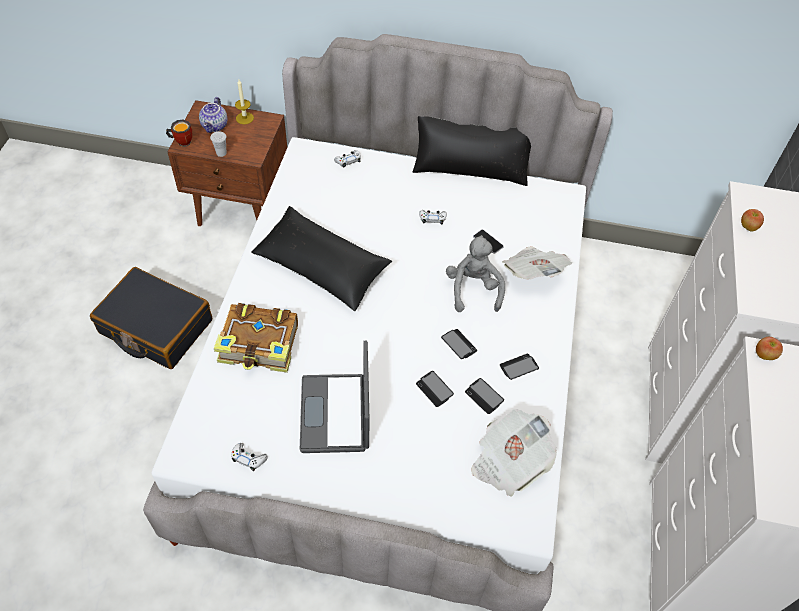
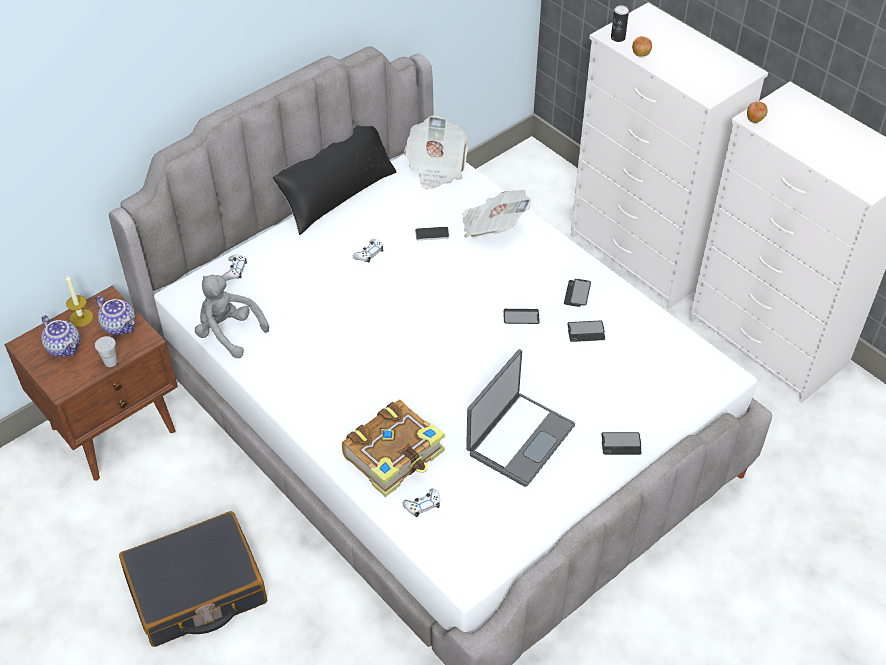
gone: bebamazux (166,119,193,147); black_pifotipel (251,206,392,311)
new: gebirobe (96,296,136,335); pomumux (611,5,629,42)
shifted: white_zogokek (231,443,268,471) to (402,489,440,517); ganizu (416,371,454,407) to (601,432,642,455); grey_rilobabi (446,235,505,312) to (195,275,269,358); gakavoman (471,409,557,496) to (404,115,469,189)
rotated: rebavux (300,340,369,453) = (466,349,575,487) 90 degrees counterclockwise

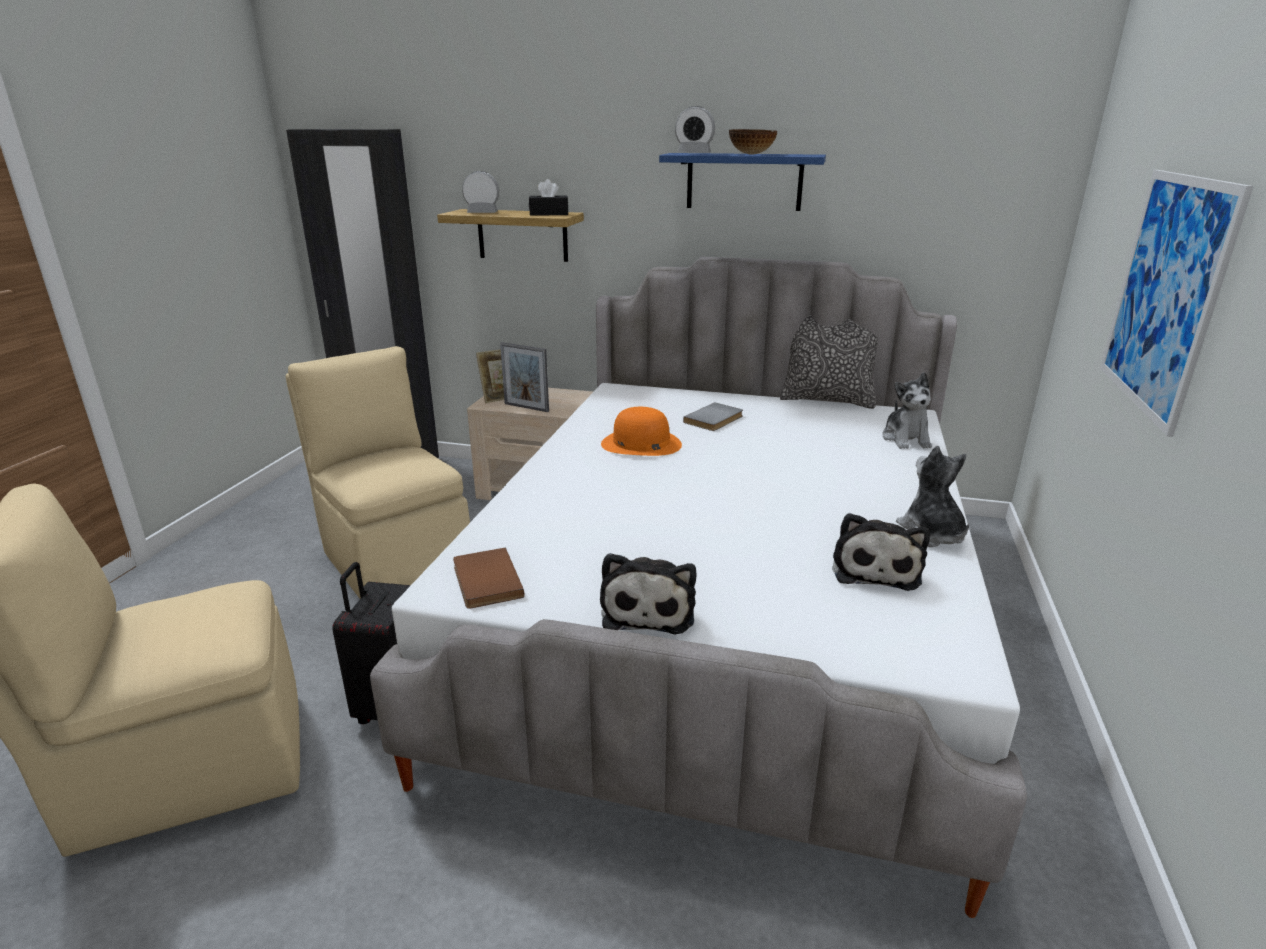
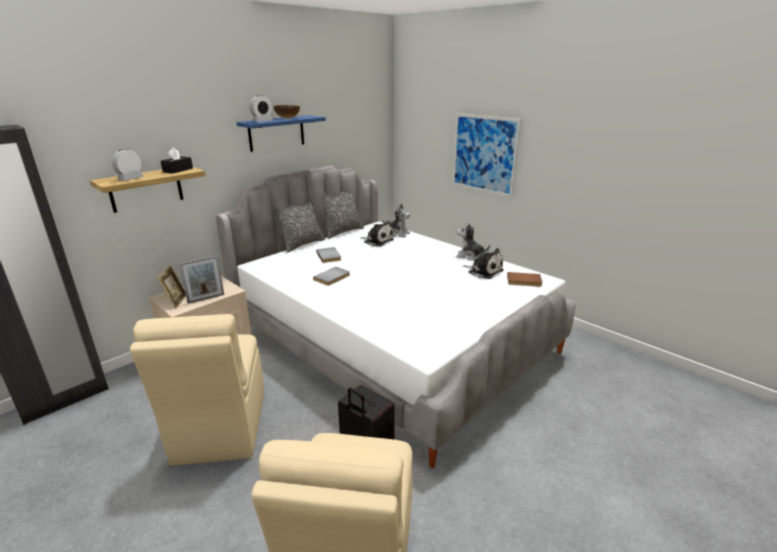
new: pifotipel (273,198,325,253)
shifted: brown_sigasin (453,548,524,609) to (507,272,543,287); rilobabi (600,553,696,634) to (361,221,394,246)
swapped: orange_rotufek (601,407,682,456) to grey_sigasin (313,267,350,286)
rotated: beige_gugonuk (285,346,470,599) = (130,314,264,466) 90 degrees counterclockwise

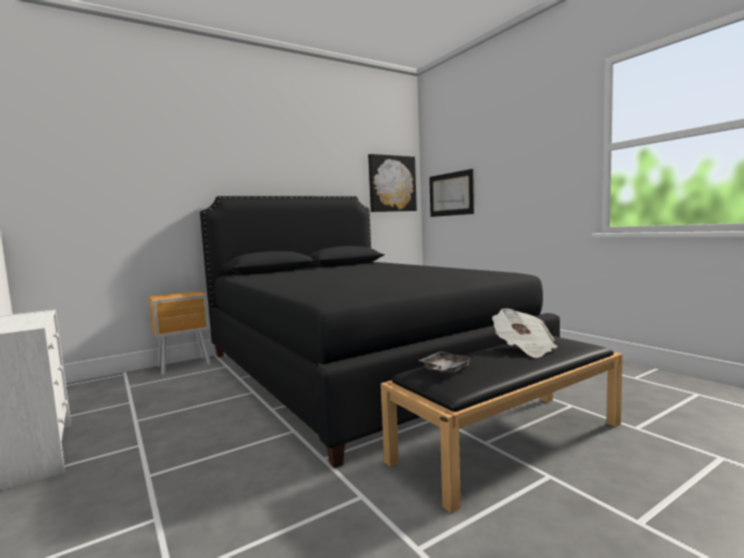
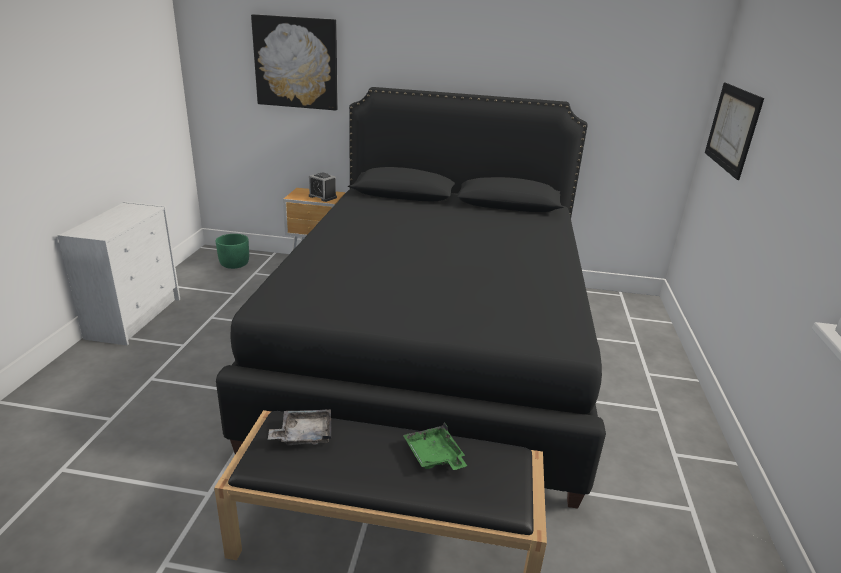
new: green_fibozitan (215,234,249,269); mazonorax (309,173,337,202)
shifted: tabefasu (368,154,417,212) to (251,14,338,110)
swapped: gakavoman (492,309,558,358) to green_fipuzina (403,422,467,470)

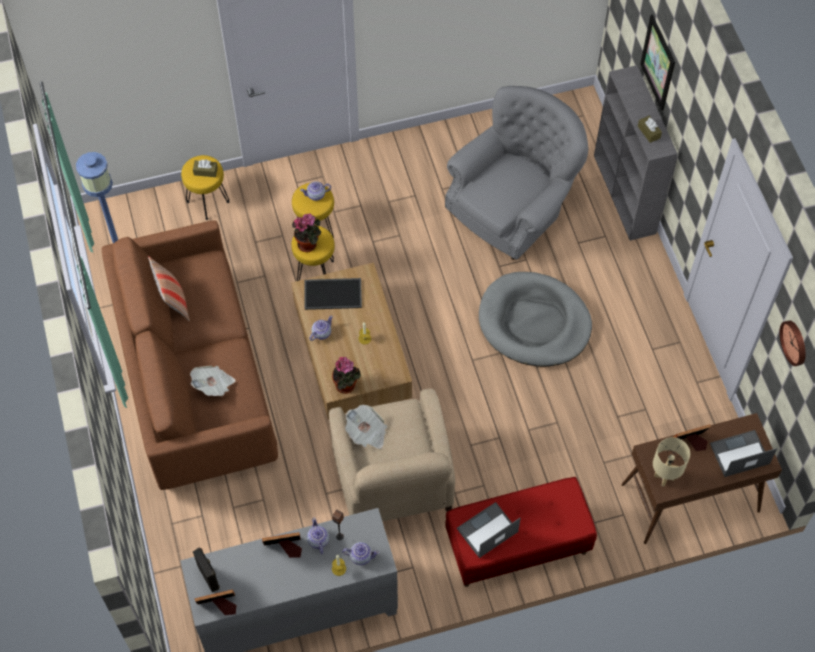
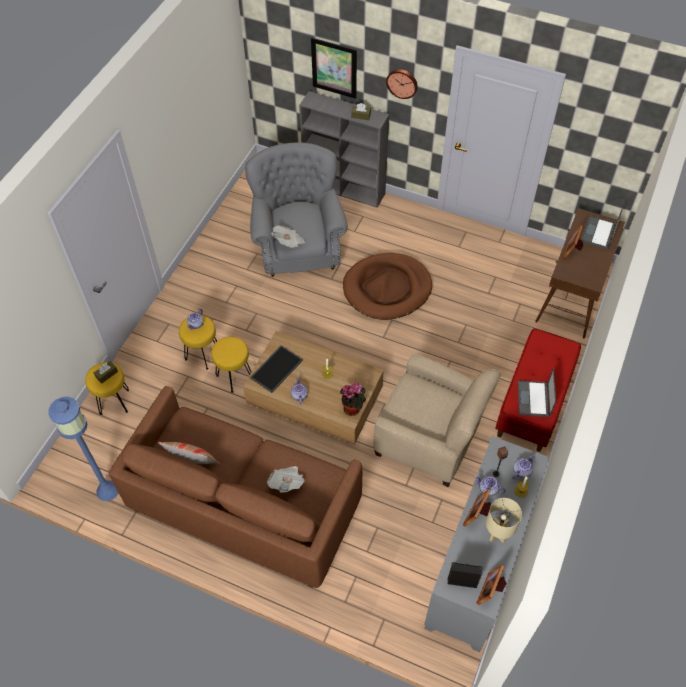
gone: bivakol (292,214,321,252)
shifted: gakavoman (345,405,387,449) to (271,225,305,248); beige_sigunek (653,437,690,487) to (486,498,522,543); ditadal (779,320,806,366) to (386,69,418,99)
repainted: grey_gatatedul (479,272,592,367) to brown_gatatedul (343,253,432,320)

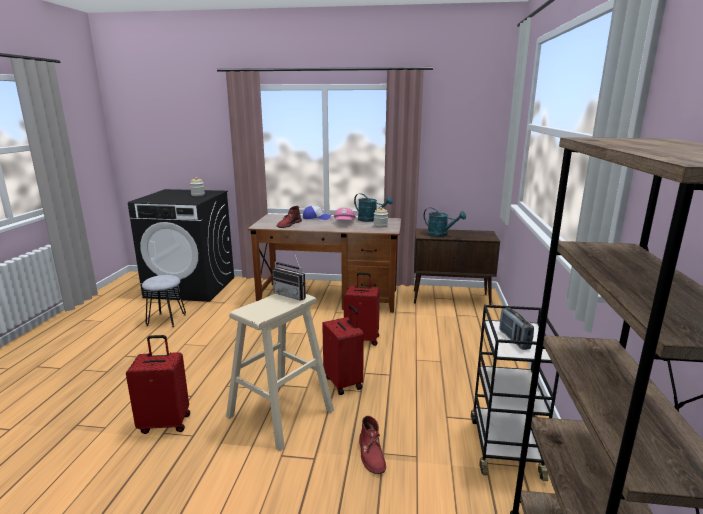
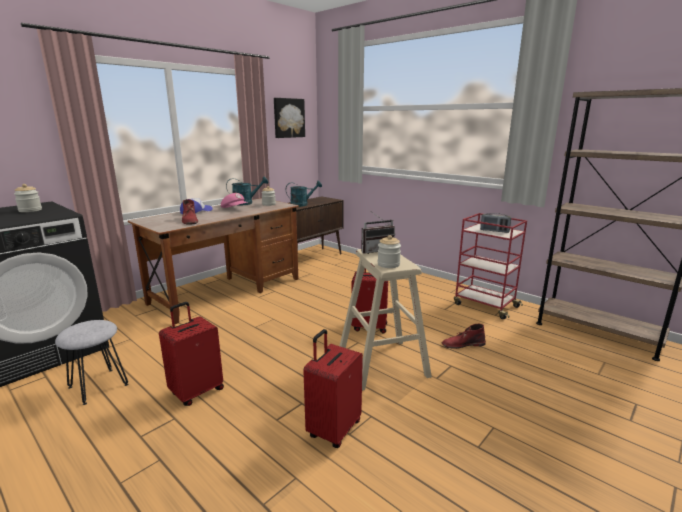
new: tabefasu (274,98,305,138); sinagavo (378,235,401,268)
shifted: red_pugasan (344,272,380,346) to (159,302,224,406)
repainted: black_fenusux (471,305,559,481) to red_fenusux (454,213,527,319)
rotated: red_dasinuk (359,416,386,474) = (442,323,486,349) 150 degrees clockwise

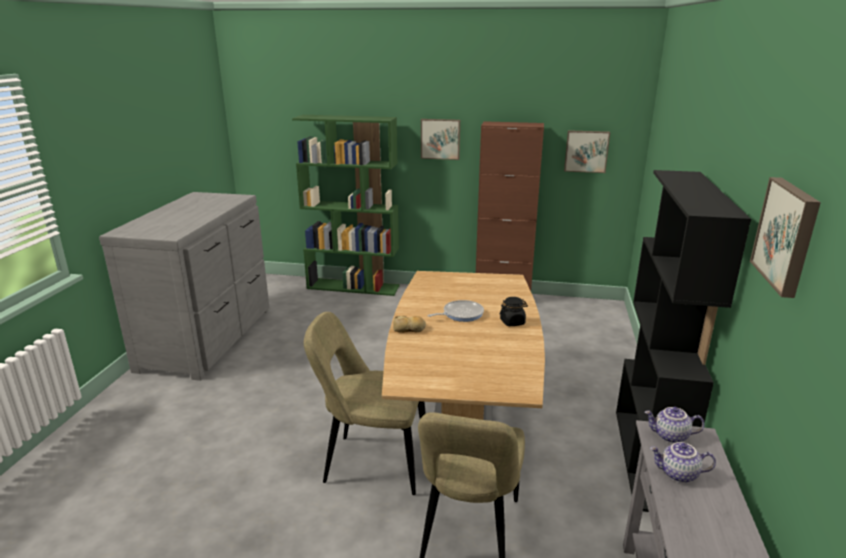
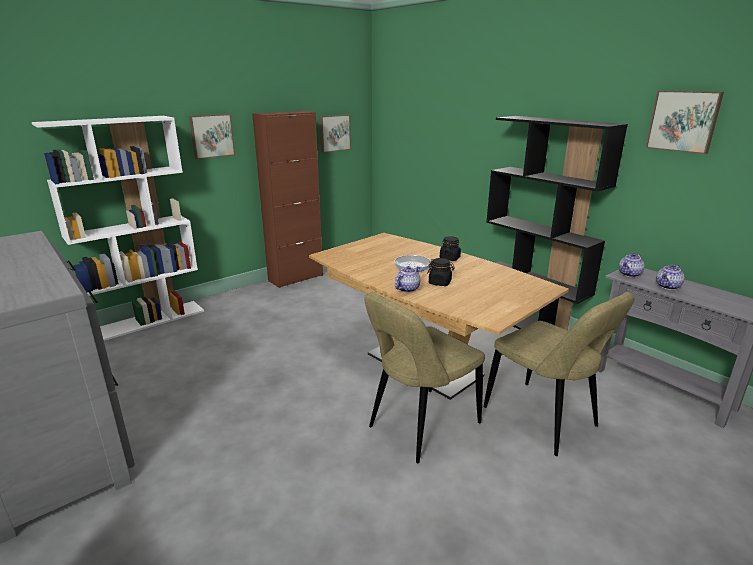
new: black_sinagavo (428,258,455,286)
swapped: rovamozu (393,316,426,333) to gebirobe (395,266,420,292)
repainted: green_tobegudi (292,115,400,296) to white_tobegudi (32,116,204,341)

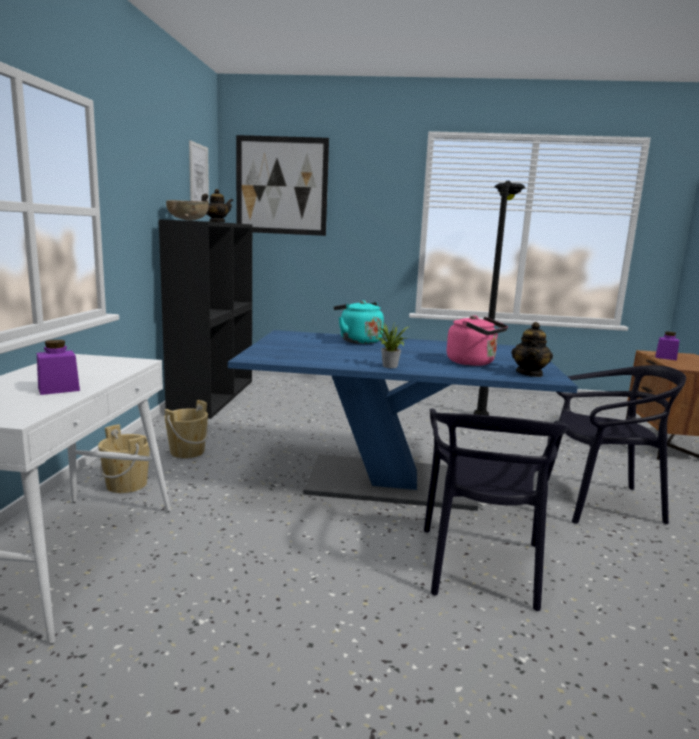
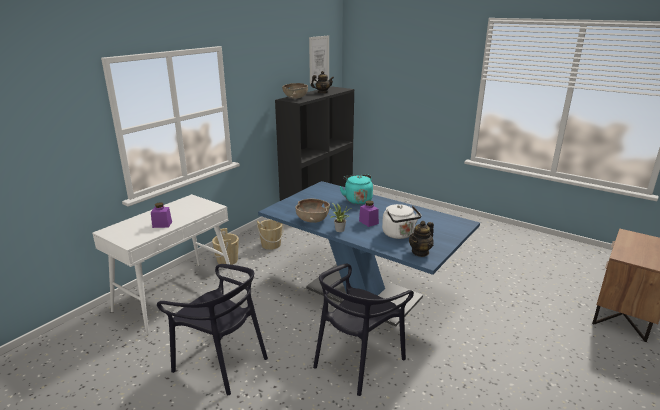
gone: tabefasu (236,135,329,236); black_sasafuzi (474,180,526,416)
new: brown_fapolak (295,199,330,223)
shifted: black_gugonuk (548,365,686,524) to (157,264,268,395); purple_sinagavo (655,332,679,360) to (359,200,379,227)
repainted: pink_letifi (447,315,508,366) to white_letifi (382,204,422,239)

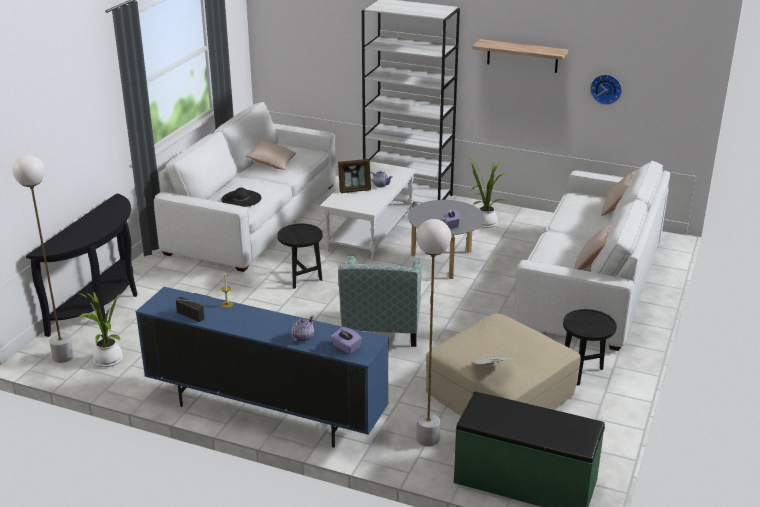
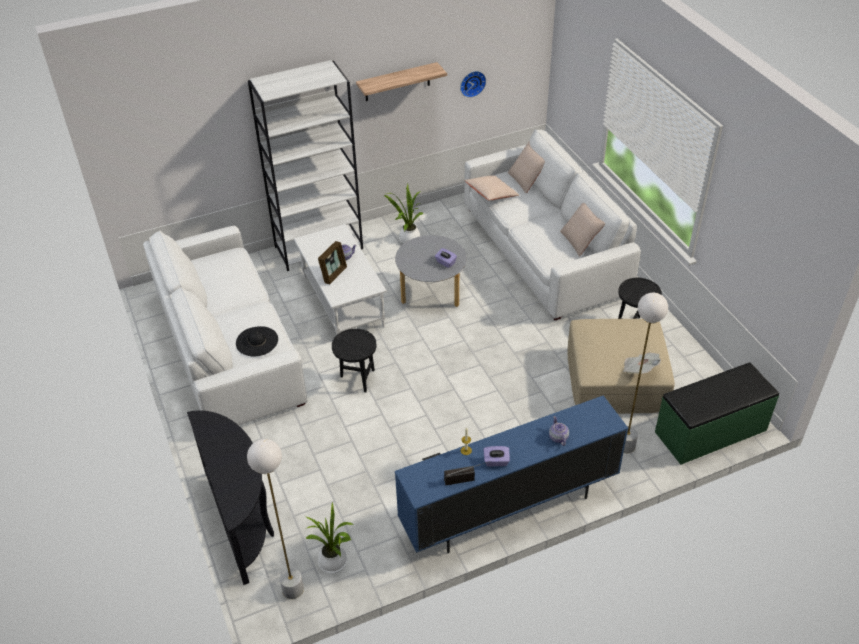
gone: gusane (338,256,421,347)
shifted: beige_pifotipel (246,141,296,170) to (464,175,519,200); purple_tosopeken (331,327,362,354) to (484,446,510,466)

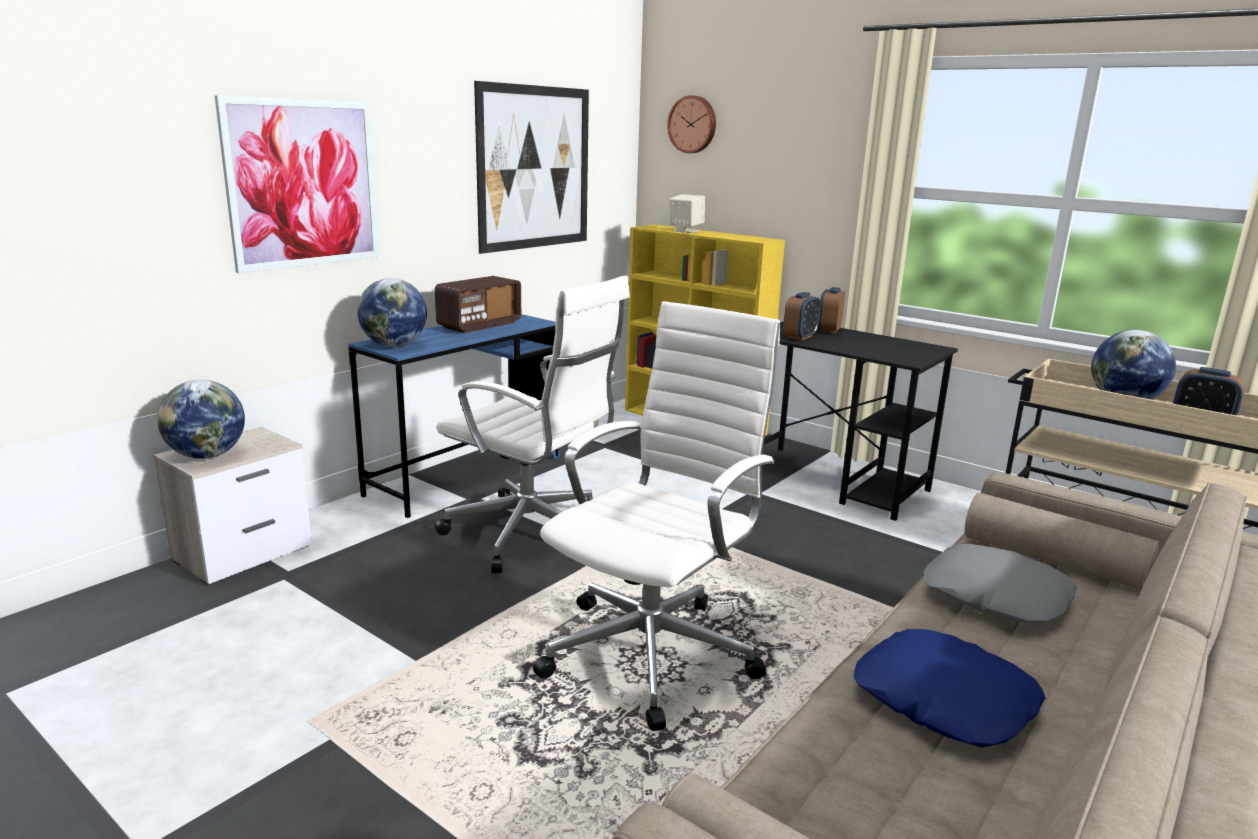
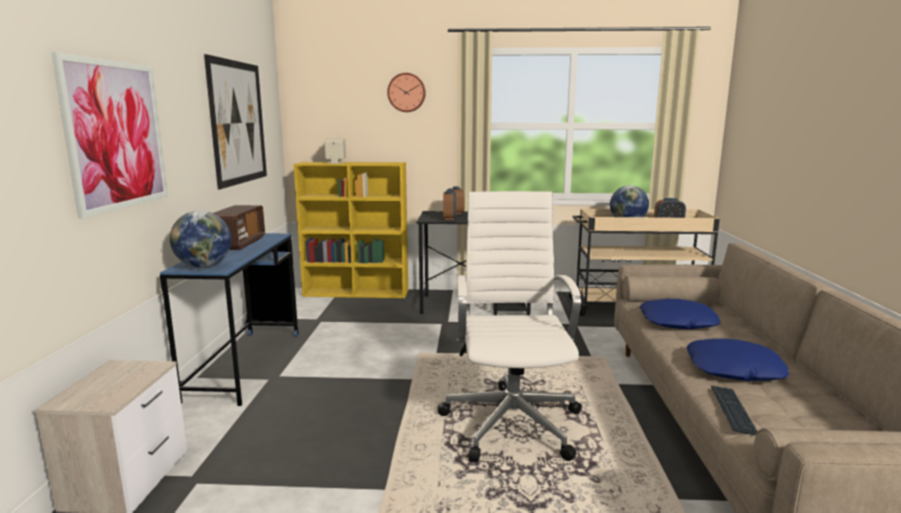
gone: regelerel (157,380,245,459); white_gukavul (435,275,630,573)
new: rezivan (711,386,758,435)
shifted: ditadal (667,95,716,153) to (387,73,425,112)
repainted: grey_pifotipel (924,544,1077,624) to blue_pifotipel (640,299,720,329)

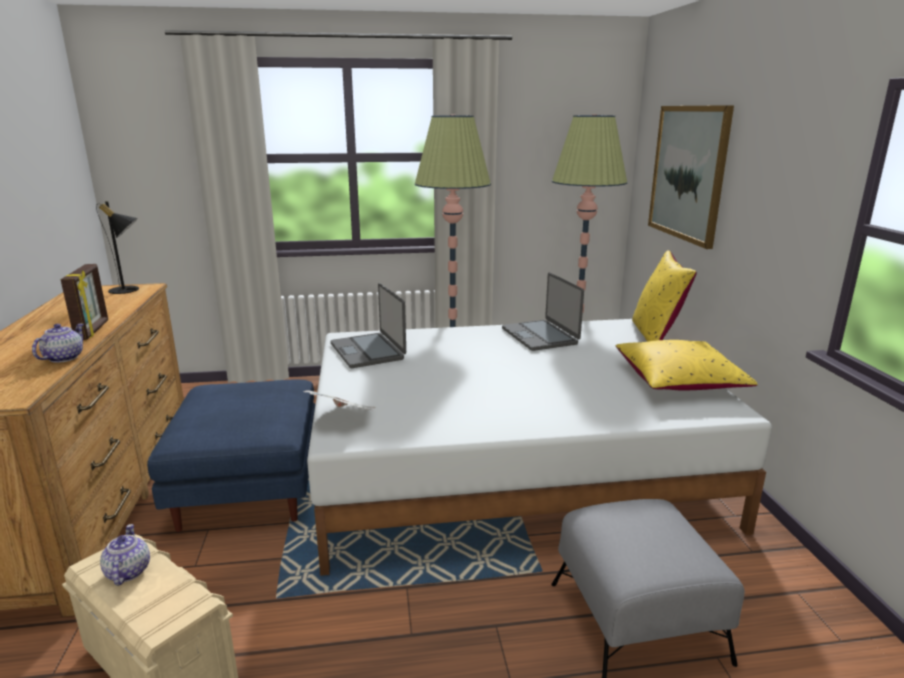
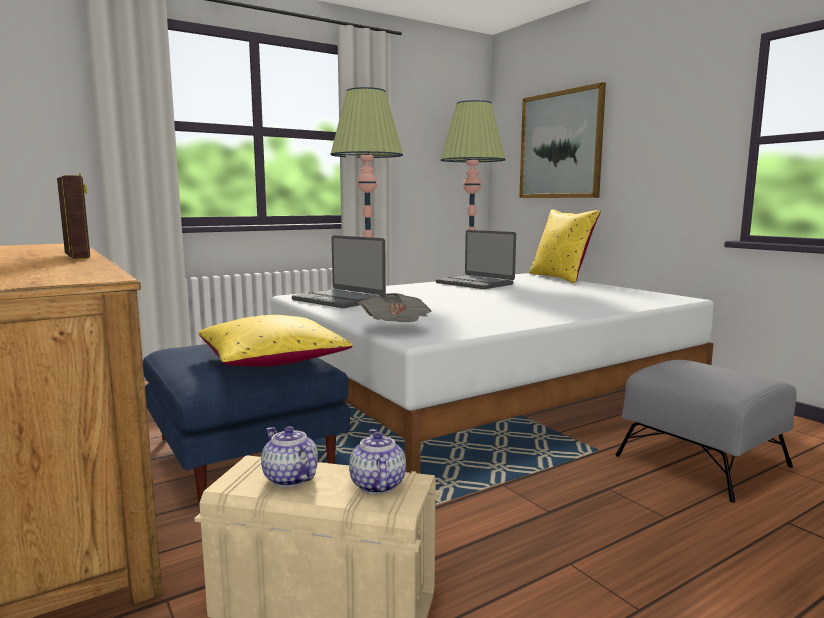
gone: black_sigunek (96,201,139,294)
shifted: gebirobe (32,324,84,363) to (349,429,406,494); yellow_pifotipel (615,340,758,390) to (198,315,353,367)

